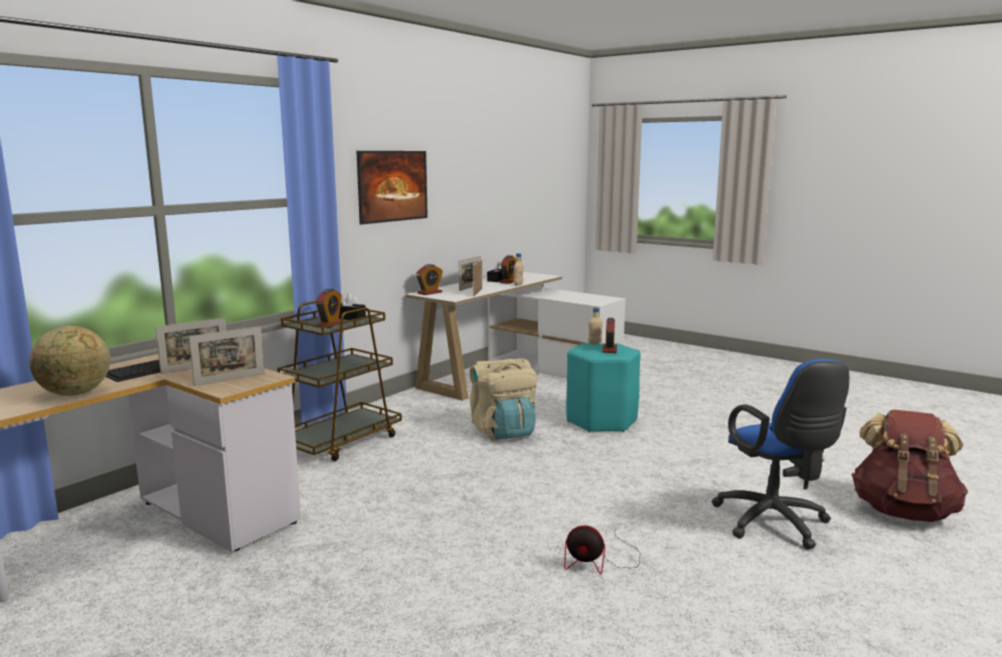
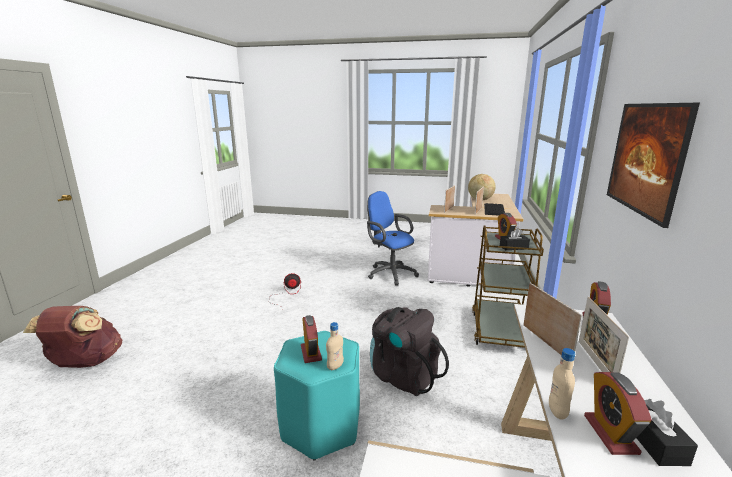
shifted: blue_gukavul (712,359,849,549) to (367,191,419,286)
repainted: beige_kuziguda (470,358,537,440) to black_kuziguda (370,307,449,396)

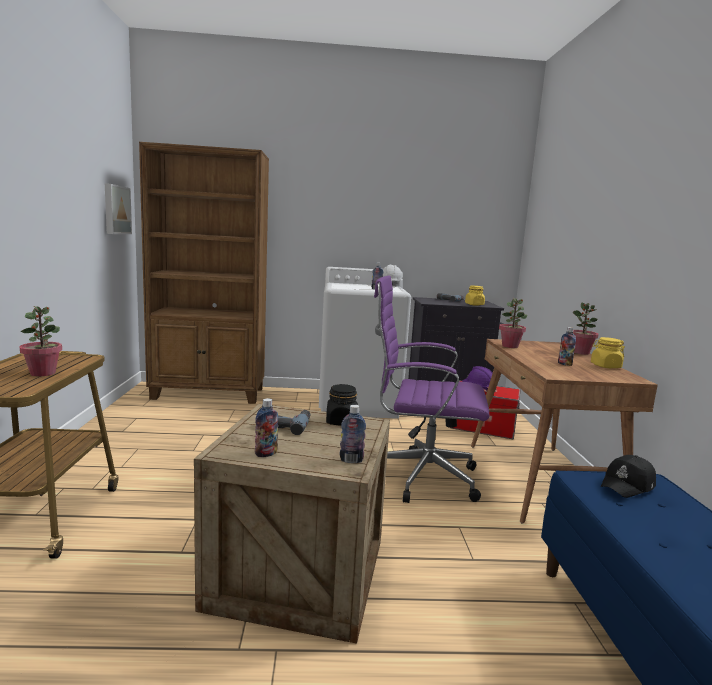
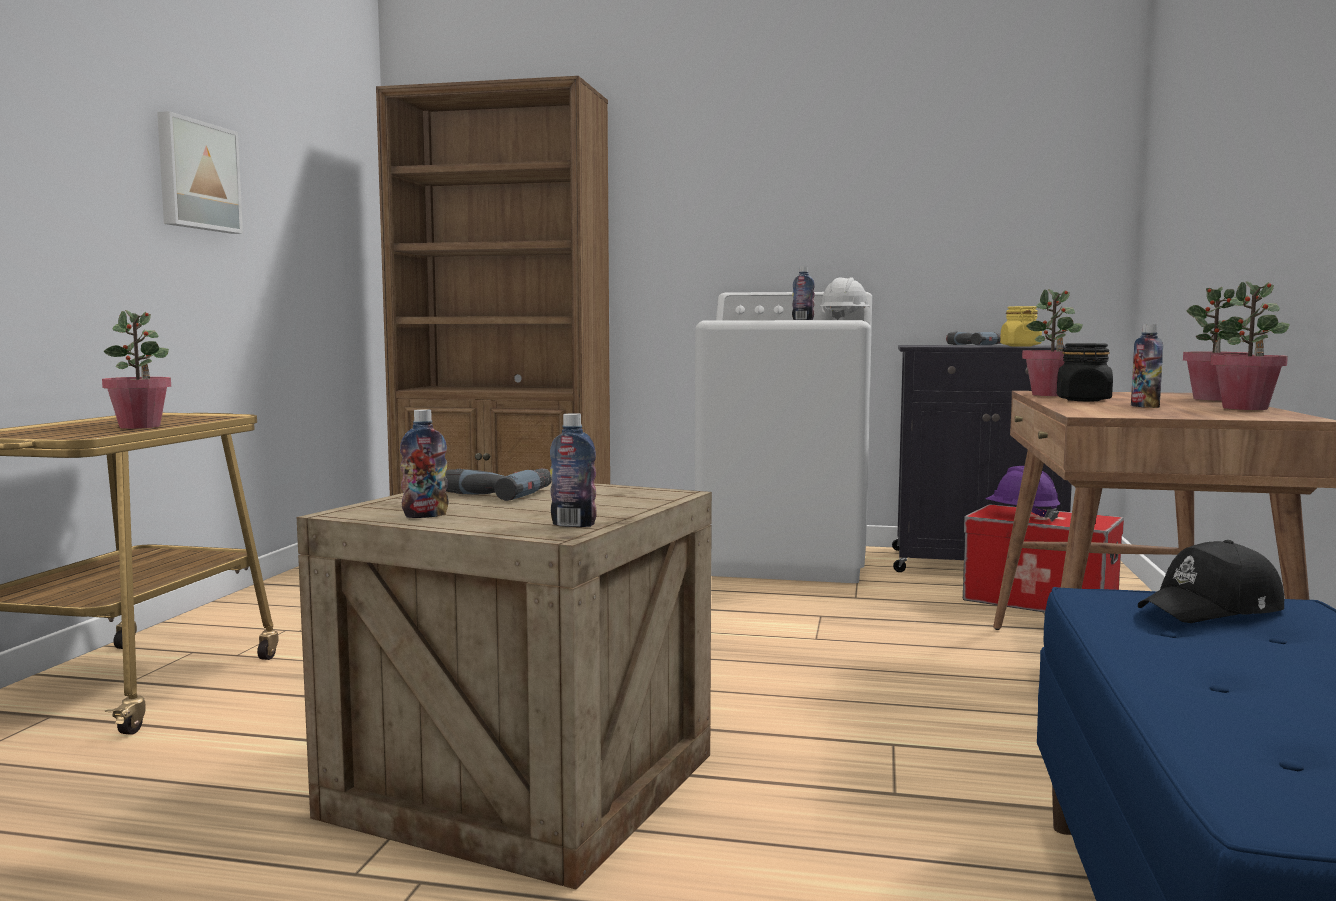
gone: purple_gukavul (374,275,490,503)
shifted: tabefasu (105,183,132,234) to (157,111,243,234); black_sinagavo (326,384,358,426) to (1057,343,1113,401)
swapped: yellow_sinagavo (591,337,625,368) to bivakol (1211,281,1290,410)

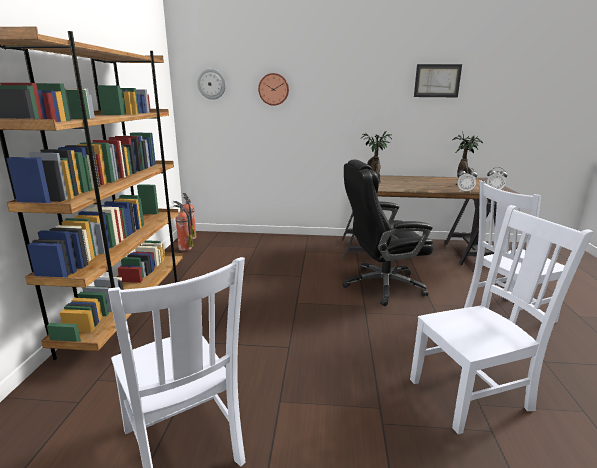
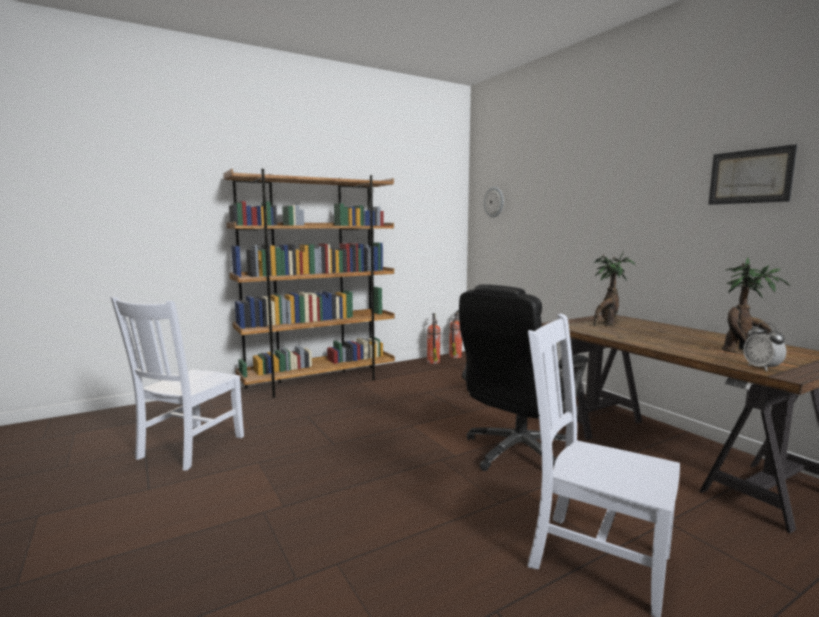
gone: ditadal (258,73,289,106); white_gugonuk (410,205,593,434); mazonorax (457,167,477,193)
rotated: black_gukavul (342,159,433,306) = (459,284,588,471) 90 degrees counterclockwise

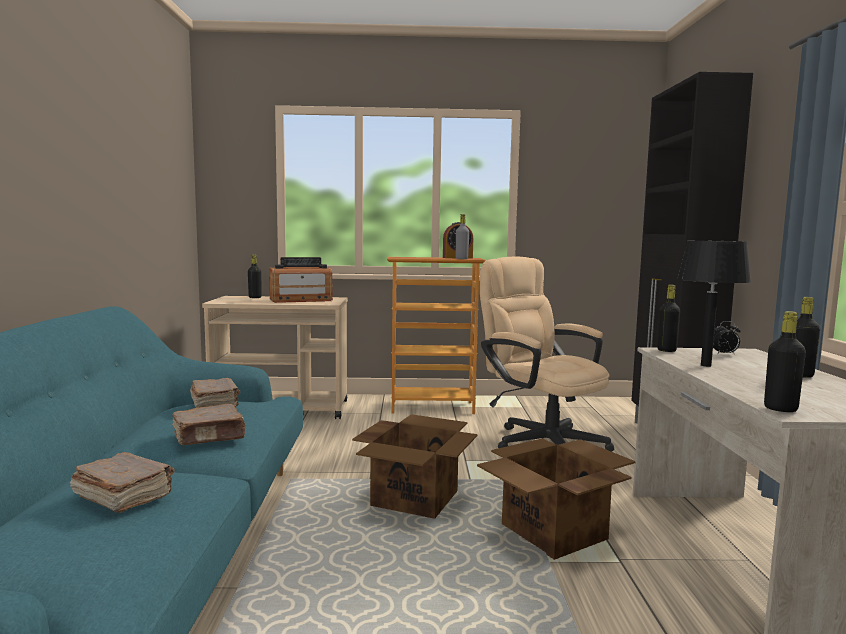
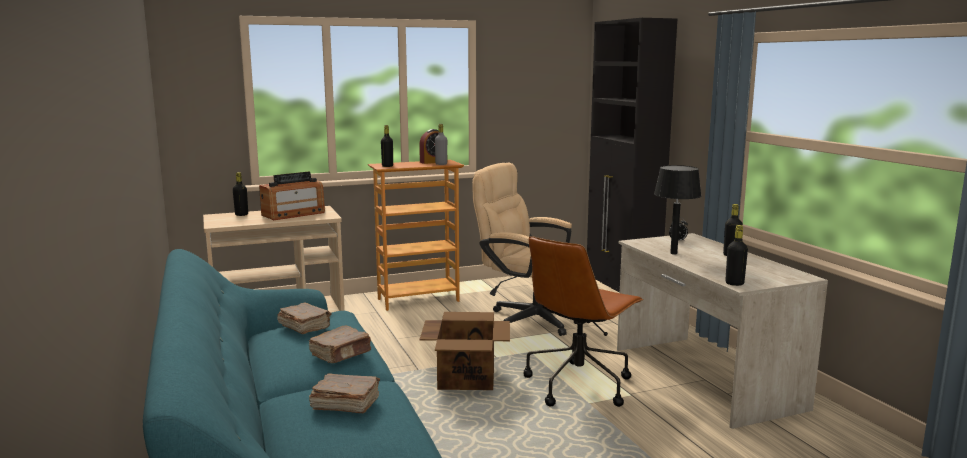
shifted: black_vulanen (657,285,680,352) to (381,125,393,167)
swapped: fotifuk (477,439,635,560) to brown_gukavul (524,236,643,407)

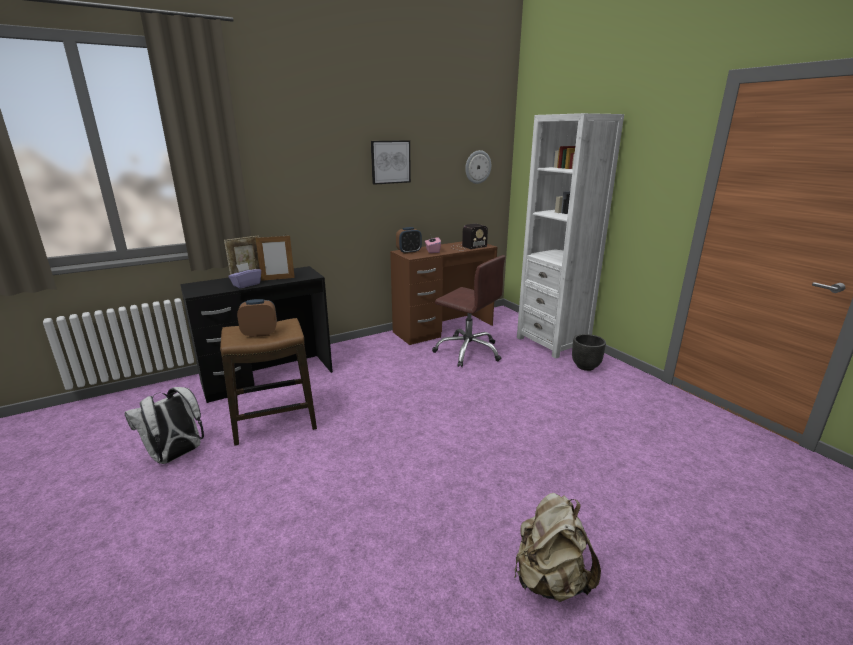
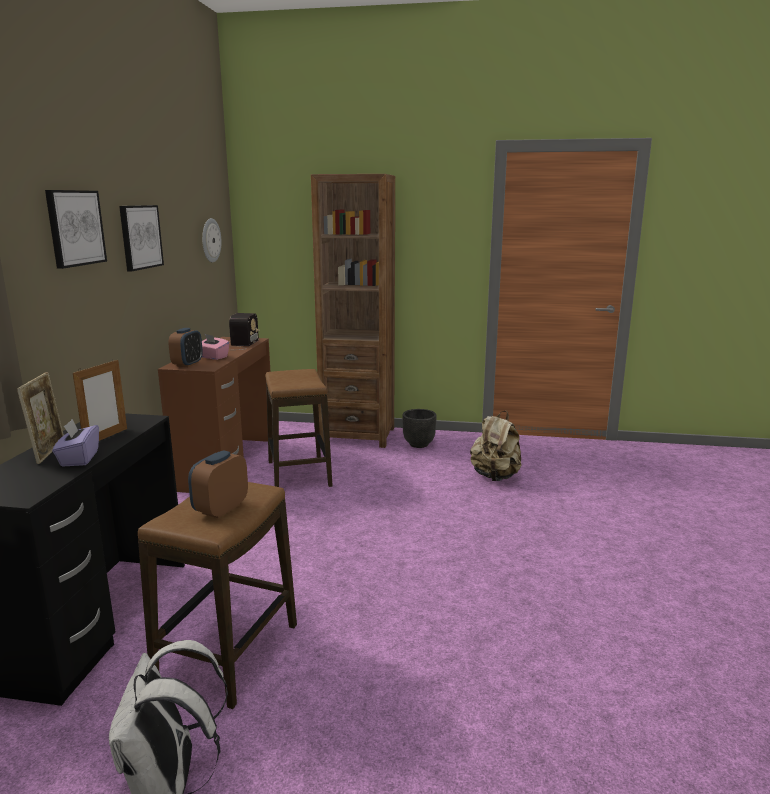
new: tabefasu (45,190,107,269)
shifted: beige_kuziguda (514,493,601,602) to (470,411,522,481)
swapped: brown_gukavul (432,255,505,367) to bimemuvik (265,369,333,487)
repainted: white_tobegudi (517,113,624,359) to brown_tobegudi (311,174,395,448)

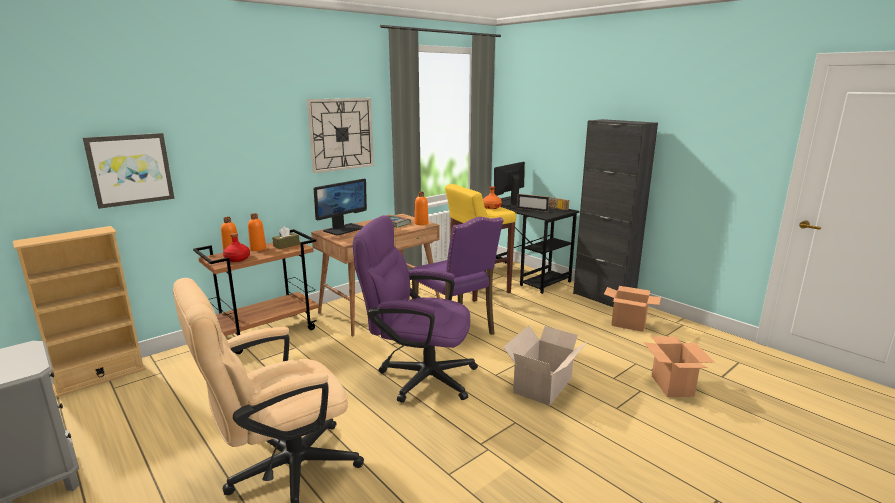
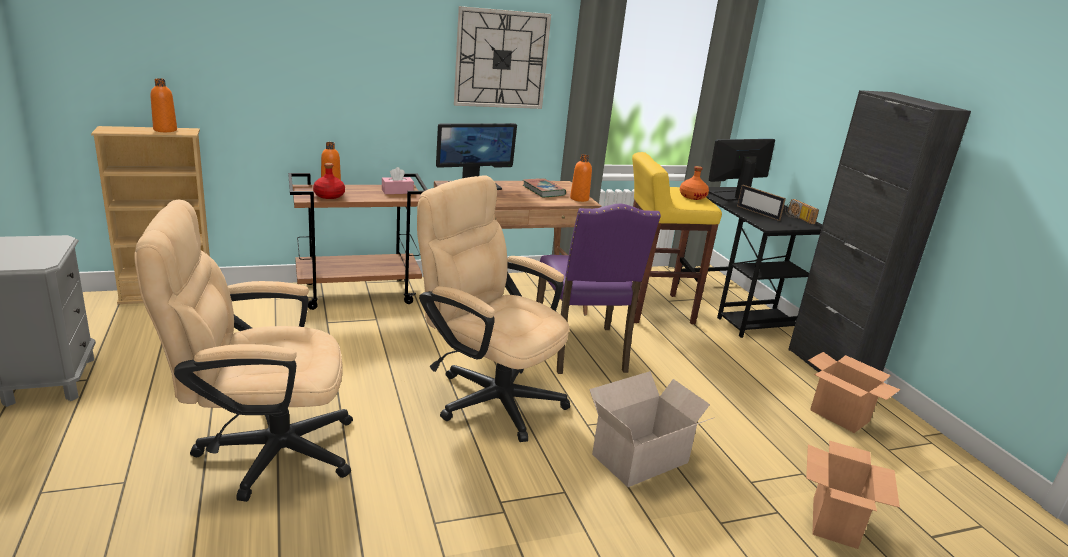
gone: tabefasu (83,133,174,209)
shifted: orange_vulanen (248,213,266,251) to (151,78,177,132)
repainted: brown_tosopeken (272,226,300,249) to pink_tosopeken (382,167,414,194); purple_gukavul (353,215,478,403) to beige_gukavul (417,175,570,442)

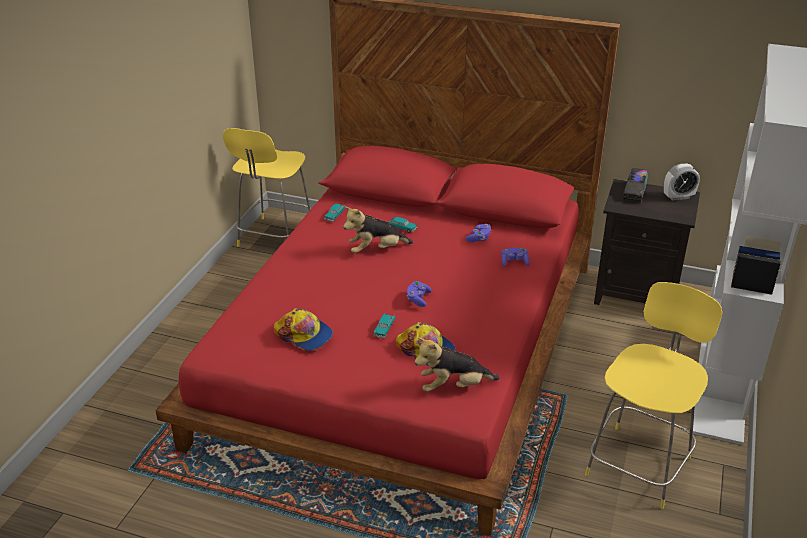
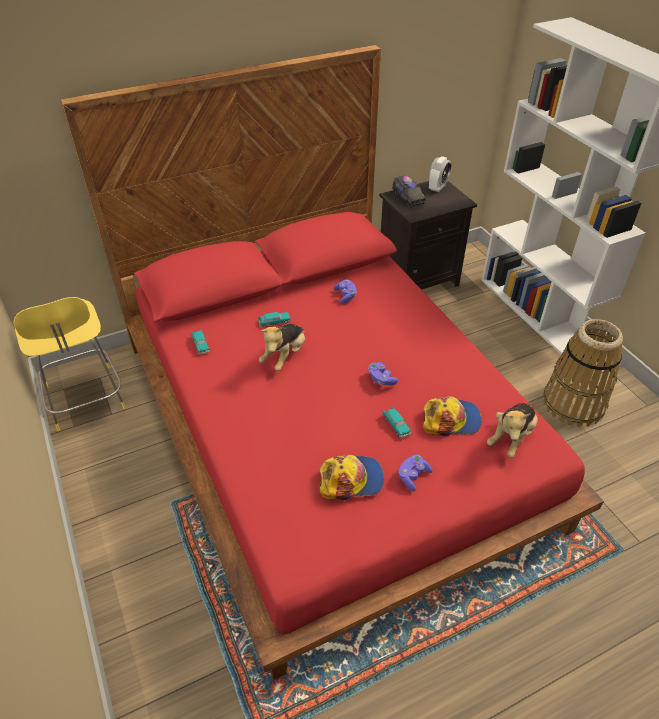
shifted: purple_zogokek (501,248,529,267) to (398,455,433,491)
swapped: yellow_bimemuvik (585,282,722,509) to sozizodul (543,319,623,427)

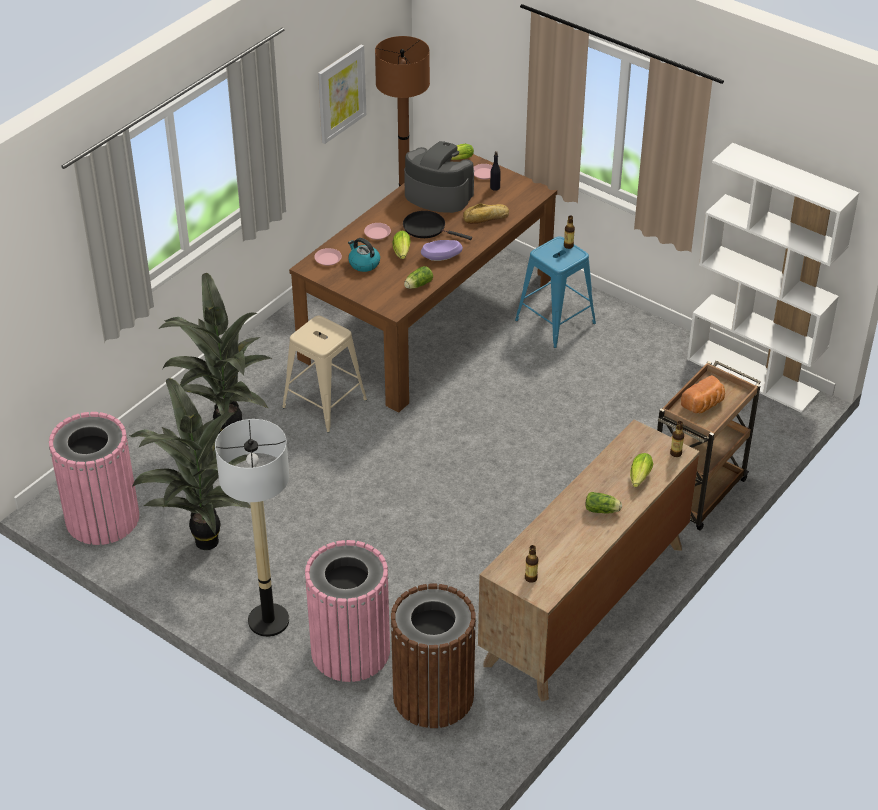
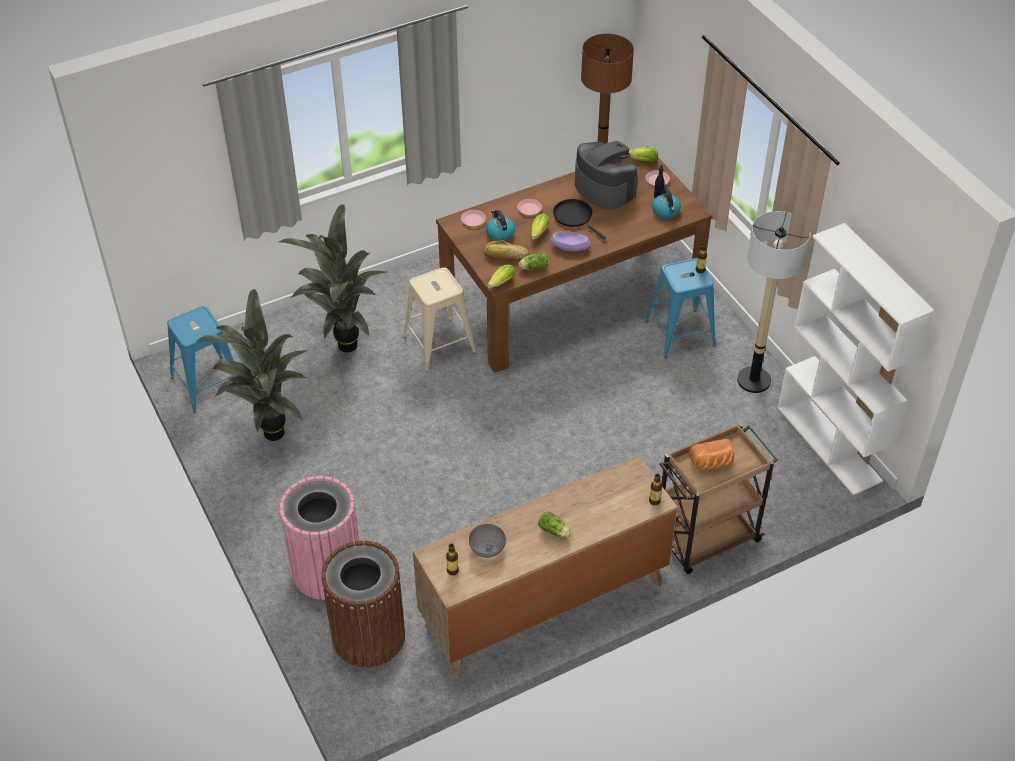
gone: tabefasu (318,45,366,144)
new: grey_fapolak (469,524,506,558); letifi (652,187,681,218)
shifted: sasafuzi (215,419,289,637) to (737,211,811,393); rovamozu (463,203,509,224) to (484,240,529,261); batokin (630,453,653,487) to (487,264,515,288)
swapped: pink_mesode (49,412,139,545) to blue_bimemuvik (167,306,234,413)

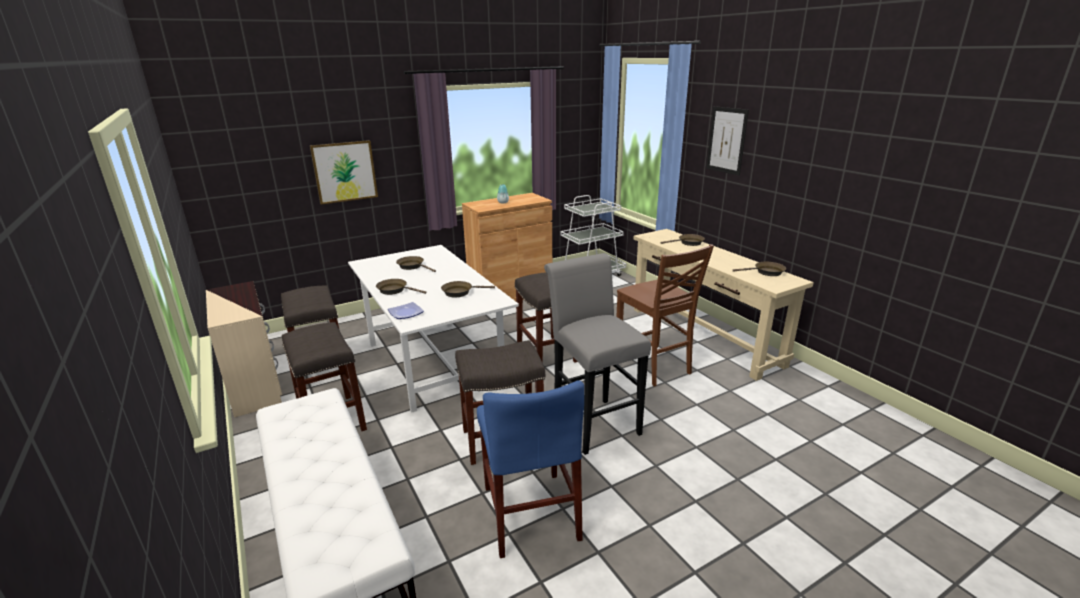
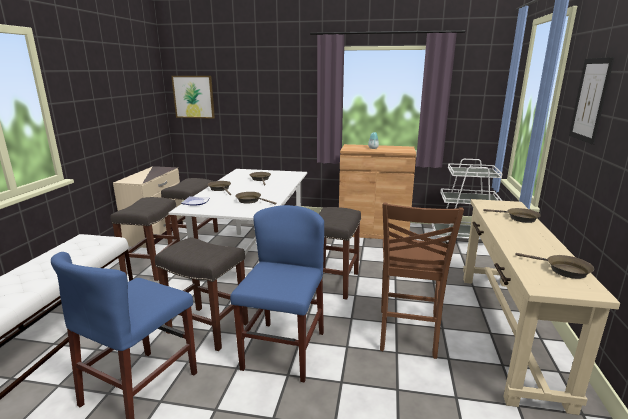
shifted: tabefasu (310,140,378,205) to (171,76,215,119)
swapped: grey_bimemuvik (544,253,651,455) to blue_gugonuk (230,205,324,382)

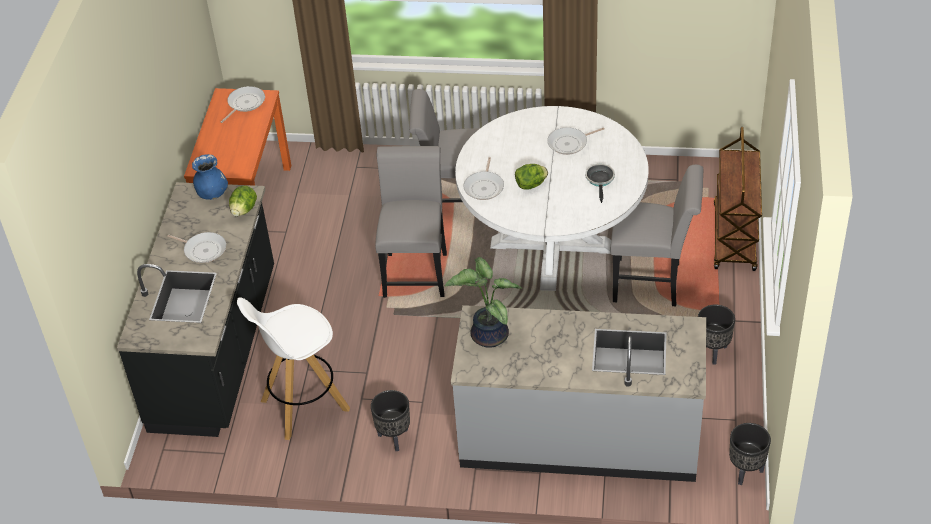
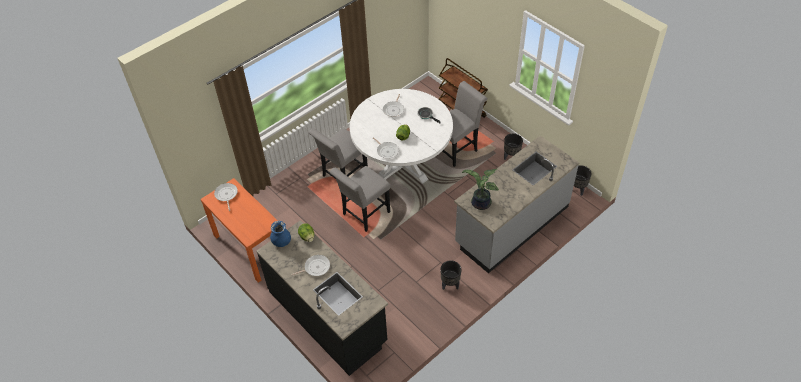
gone: white_bimemuvik (237,297,350,440)
rotated: grey_gugonuk (375,146,447,298) = (330,166,390,232) 90 degrees counterclockwise

